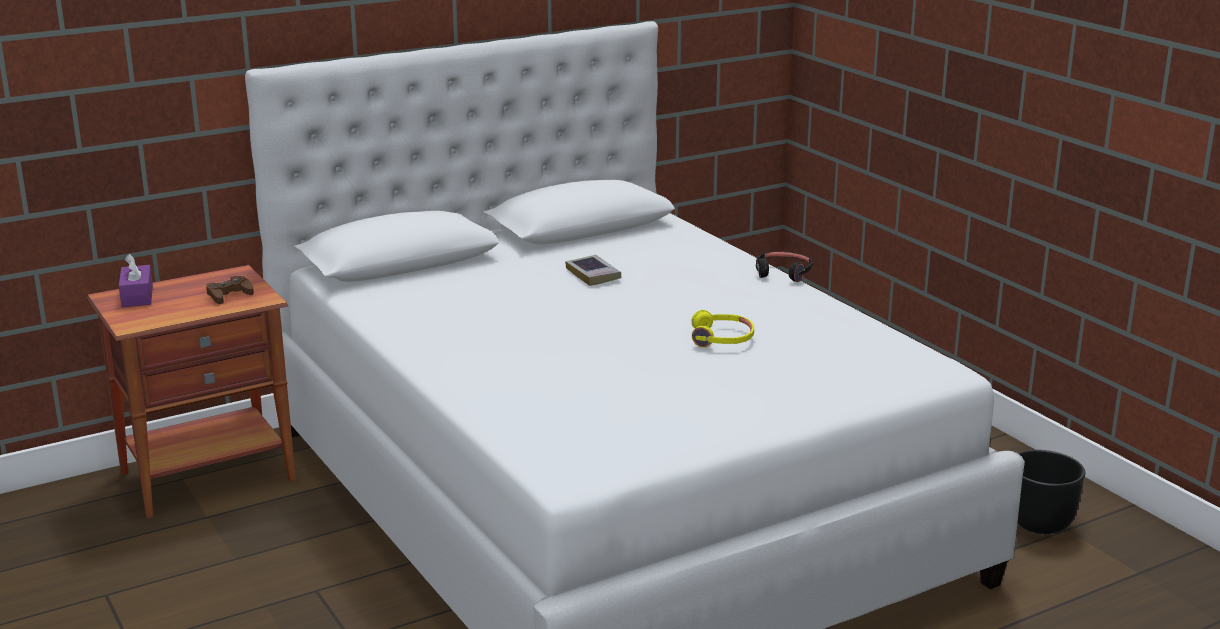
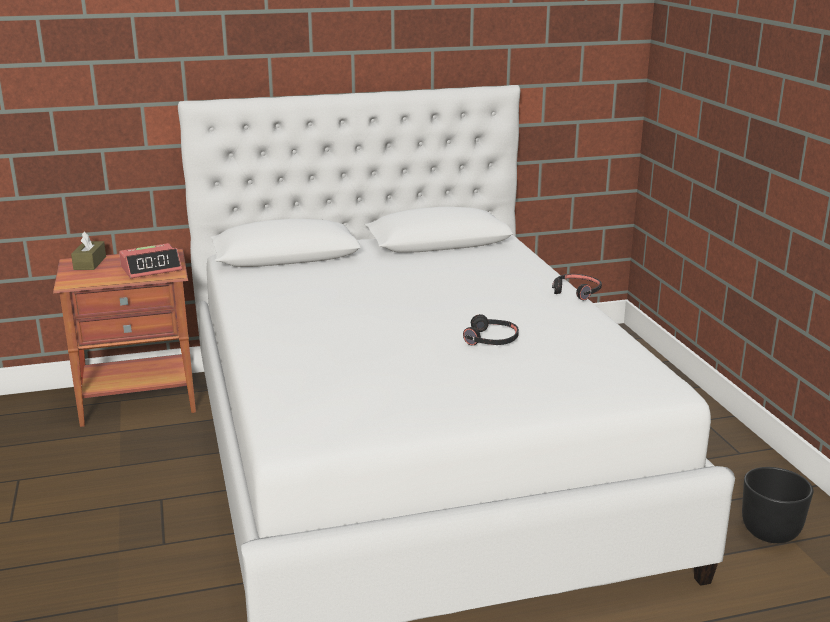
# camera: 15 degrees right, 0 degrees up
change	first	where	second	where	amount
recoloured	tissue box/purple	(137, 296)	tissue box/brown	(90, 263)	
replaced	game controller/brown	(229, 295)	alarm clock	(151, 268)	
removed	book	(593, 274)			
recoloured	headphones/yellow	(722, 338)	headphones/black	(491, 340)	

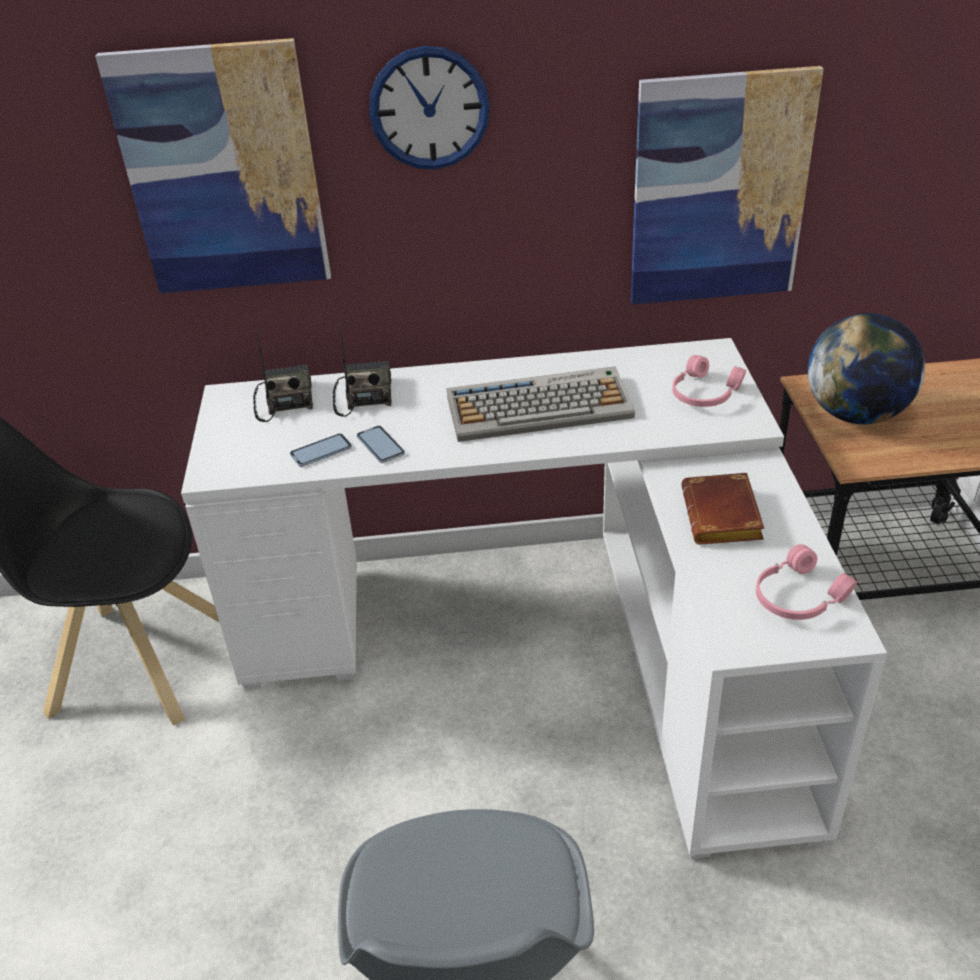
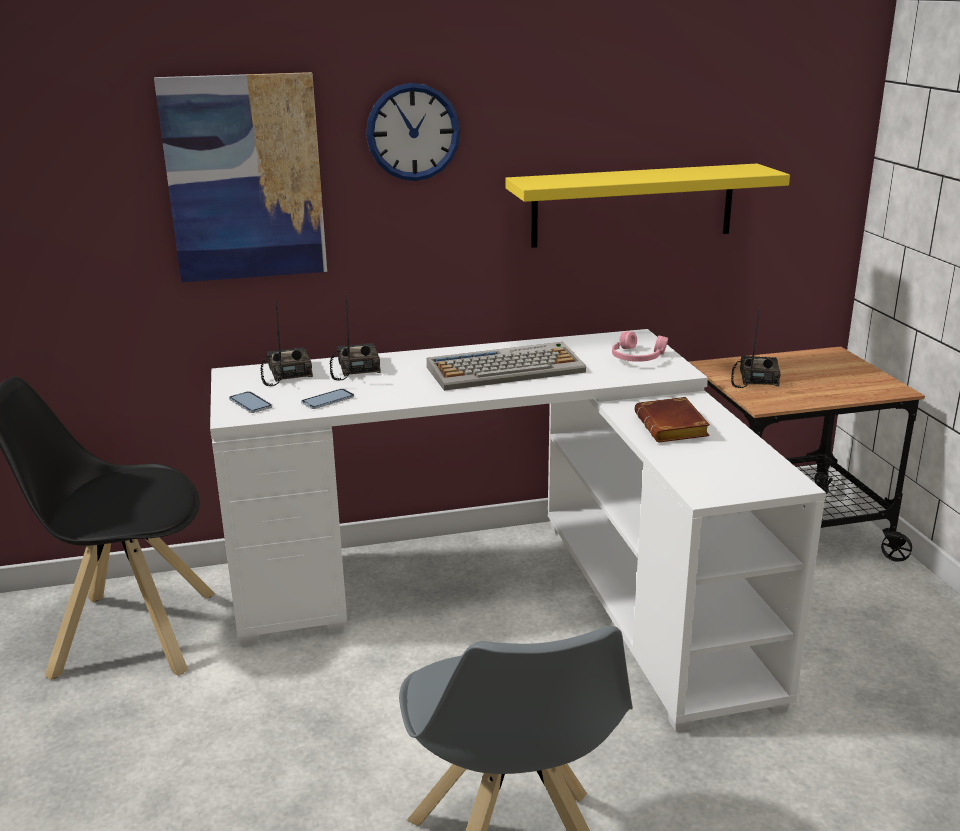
# camera: 10 degrees left, 15 degrees down
change	first	where	second	where	amount
moved	phone	(380, 445)		(250, 403)	
replaced	picture	(719, 190)	shelf/yellow	(633, 205)	
removed	headphones/pink	(797, 596)			
replaced	globe	(856, 414)	radio	(754, 379)	

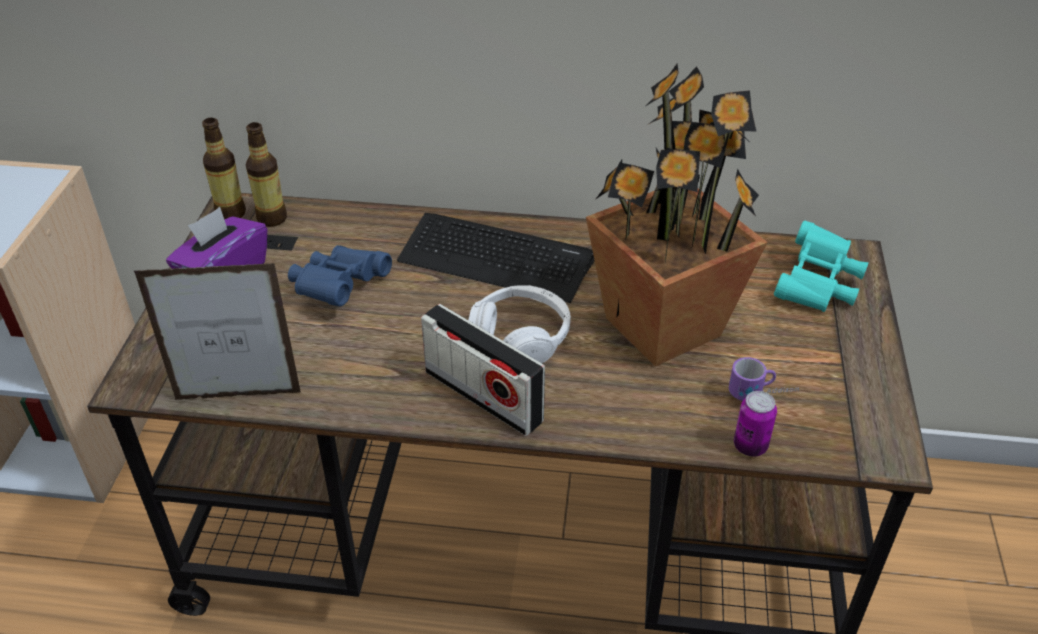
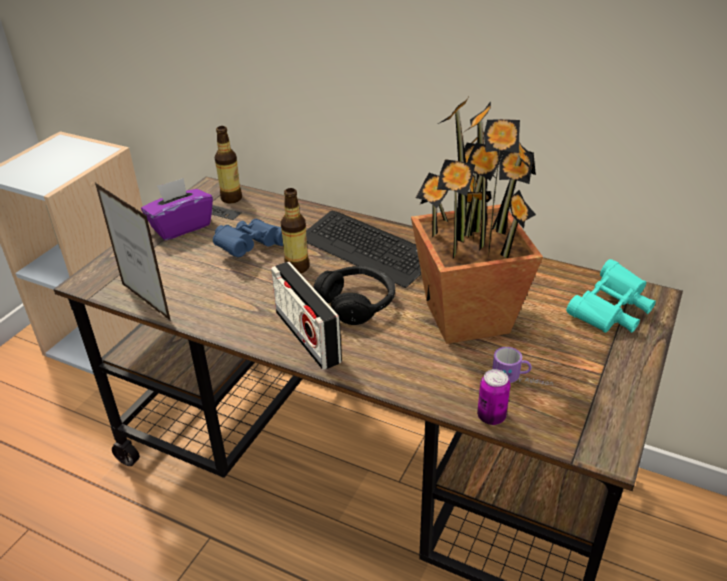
# camera: 20 degrees right, 5 degrees down
change	first	where	second	where	amount
turned	picture frame	(238, 396)		(146, 302)	150 degrees counterclockwise
moved	bottle	(231, 213)		(297, 267)	
recoloured	headphones/white	(521, 336)	headphones/black	(357, 303)	

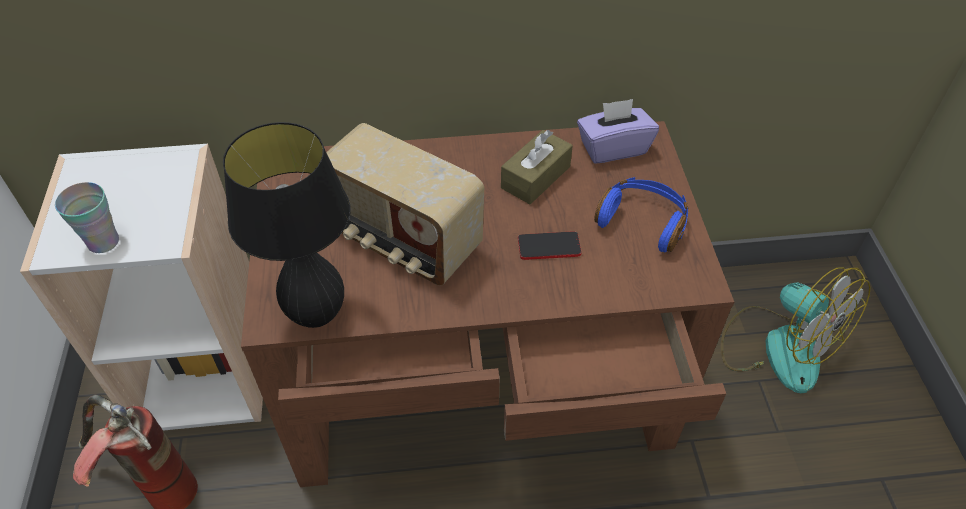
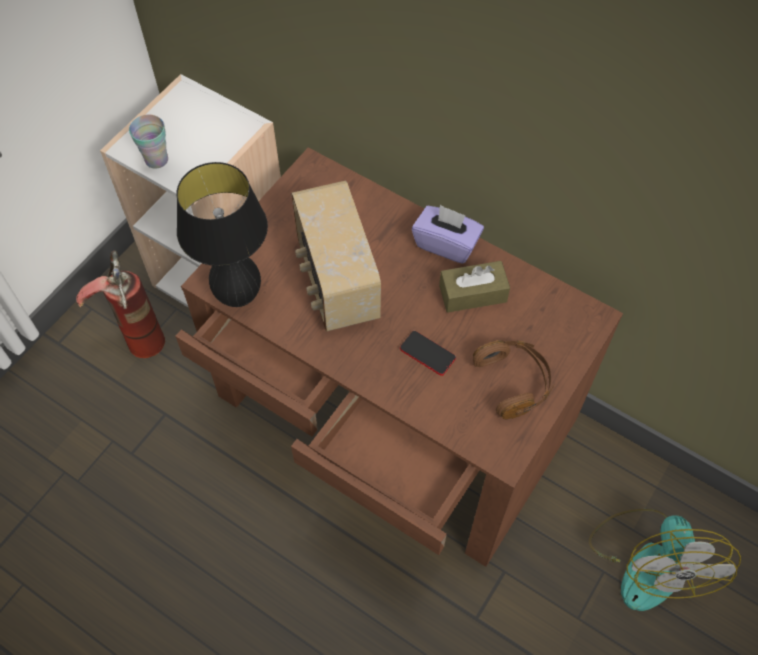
# camera: 40 degrees right, 10 degrees up
change	first	where	second	where	amount
moved	tissue box/purple	(613, 148)		(446, 244)	
recoloured	headphones/blue	(642, 221)	headphones/brown	(513, 382)	

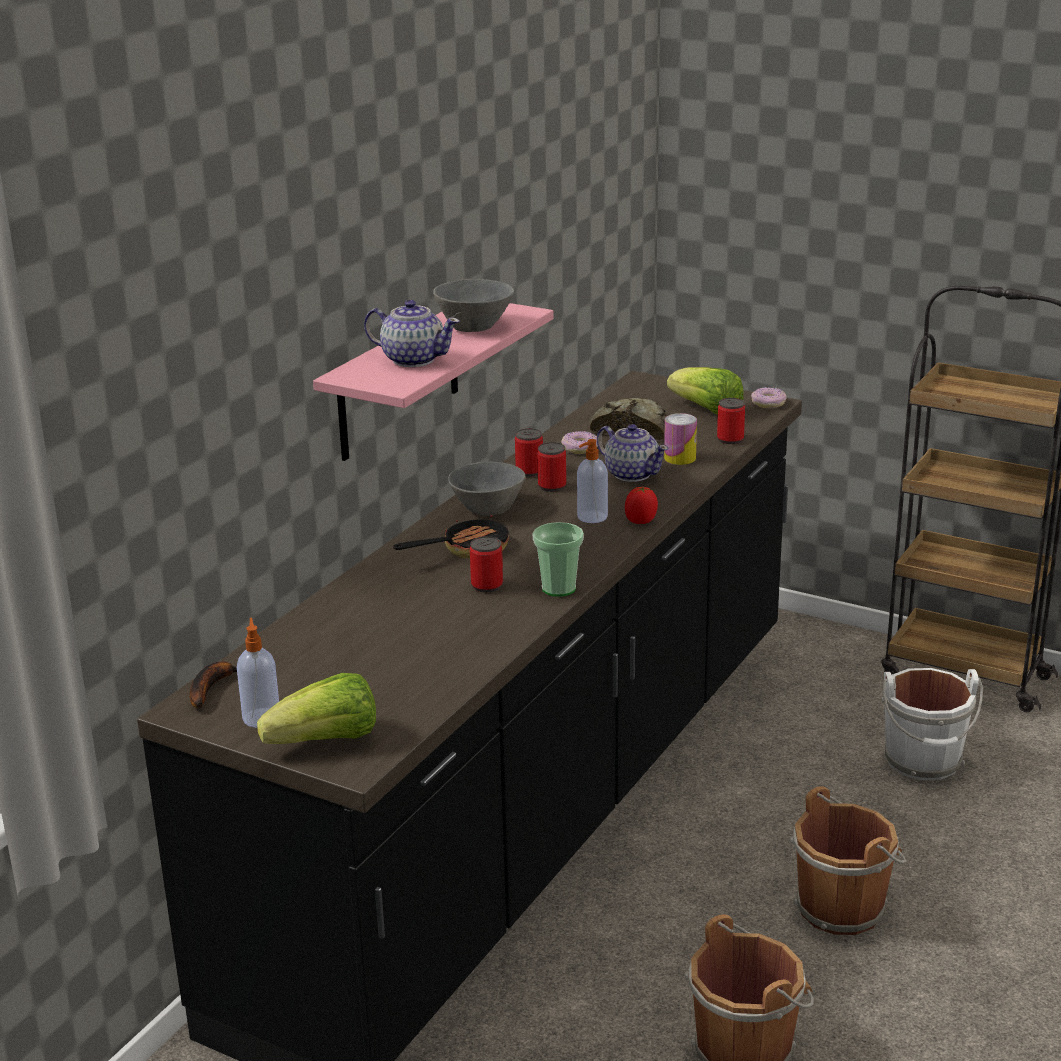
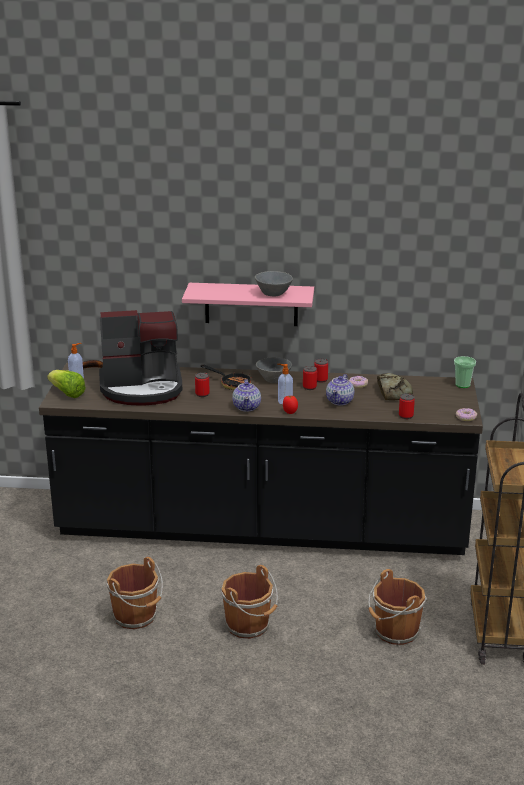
# camera: 65 degrees right, 0 degrees up
change	first	where	second	where	amount
moved	teapot	(413, 359)		(247, 407)	
moved	cup	(558, 588)		(462, 385)	
removed	can	(680, 458)			
removed	lettuce	(707, 410)			
recoloured	bucket/white	(924, 762)	bucket/brown	(394, 632)	
added			coffee machine	(142, 388)	

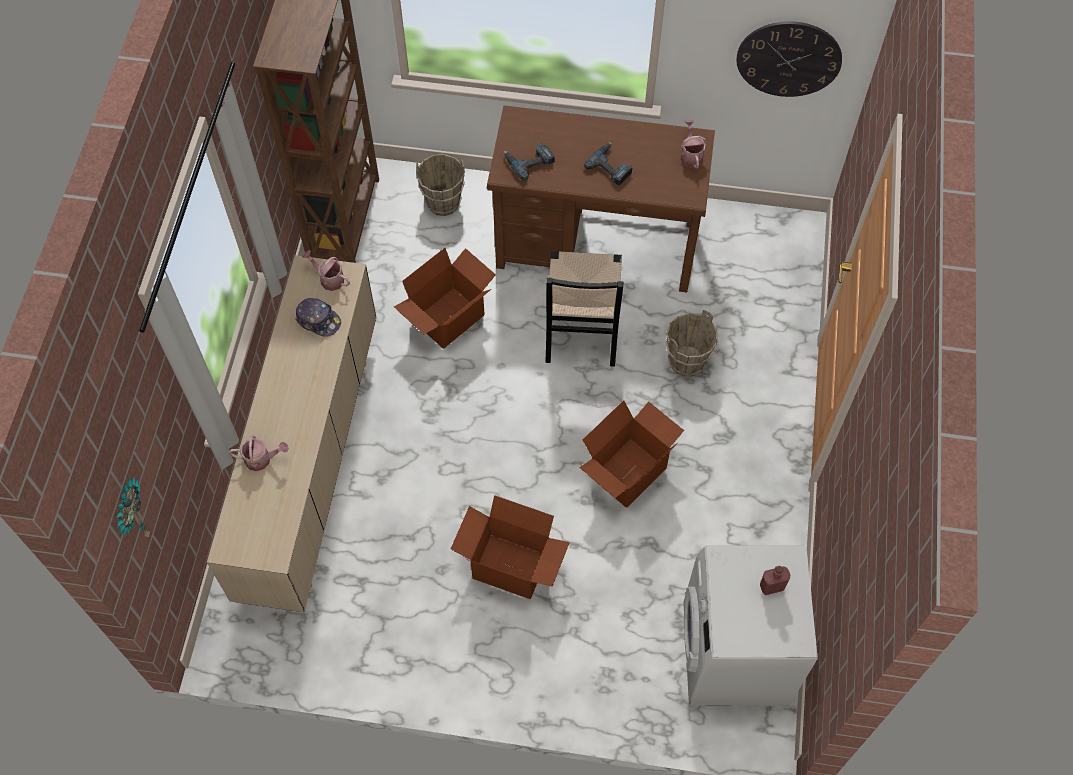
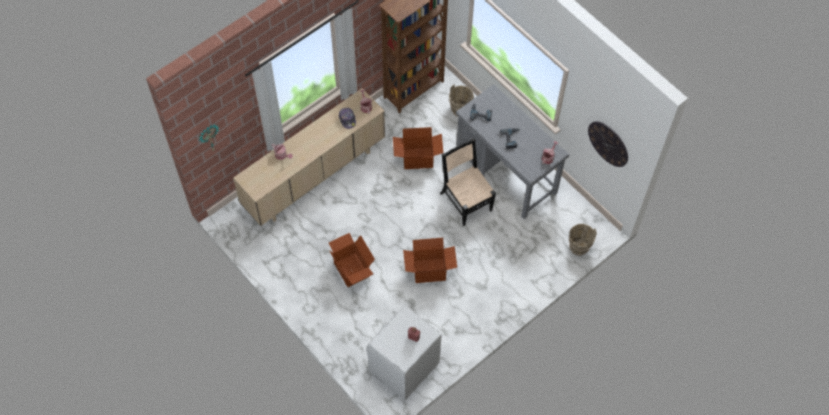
# camera: 40 degrees right, 0 degrees up
change	first	where	second	where	amount
recoloured	desk/brown	(597, 243)	desk/grey	(506, 172)	
turned	chair	(581, 328)		(466, 201)	105 degrees clockwise
moved	bucket/brown	(687, 362)		(579, 248)	

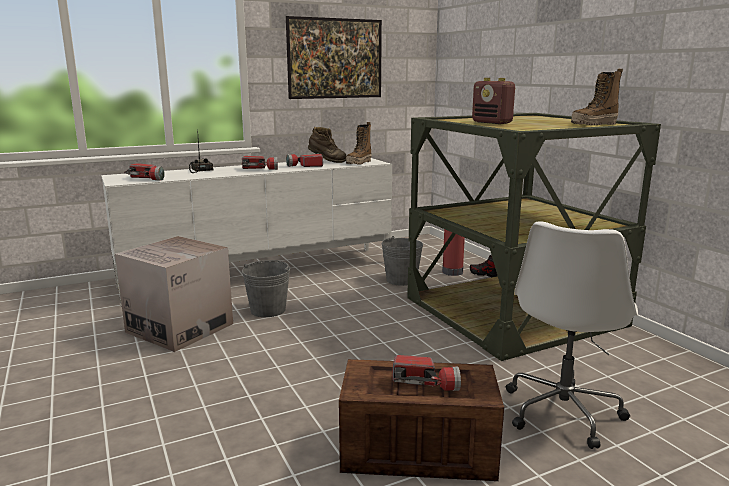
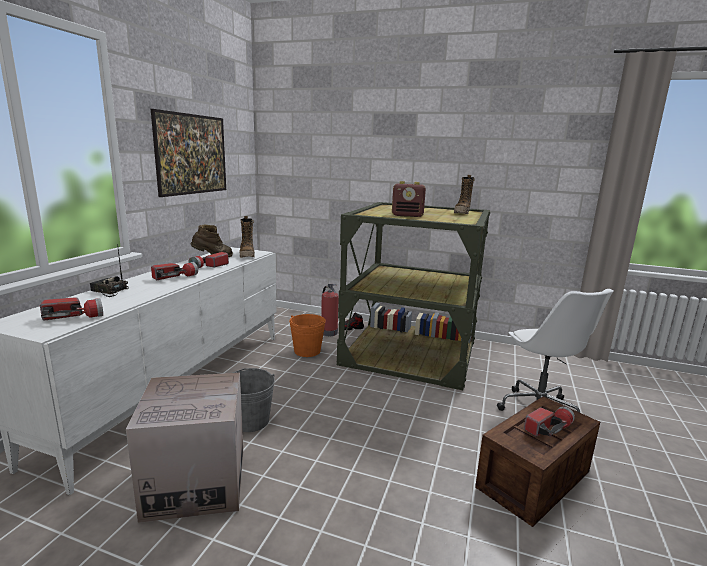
# camera: 45 degrees left, 0 degrees up
change	first	where	second	where	amount
recoloured	bucket/grey	(401, 280)	bucket/orange	(307, 351)	

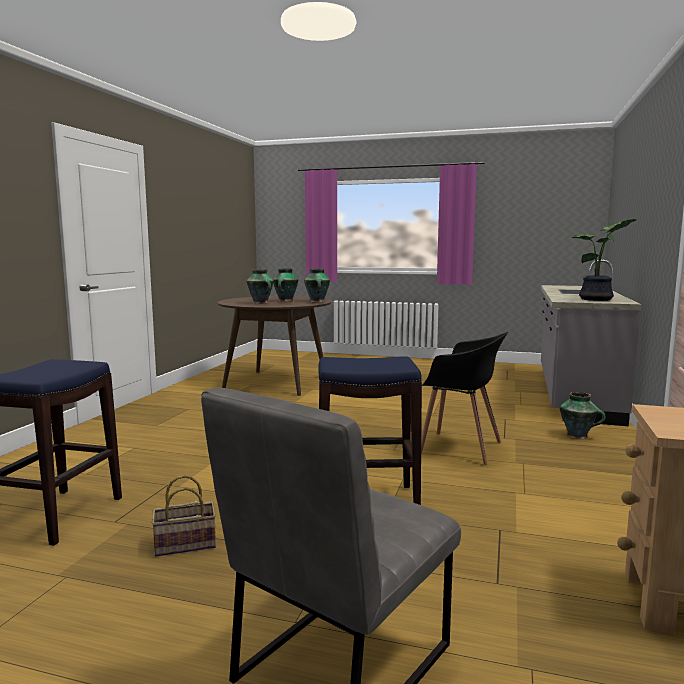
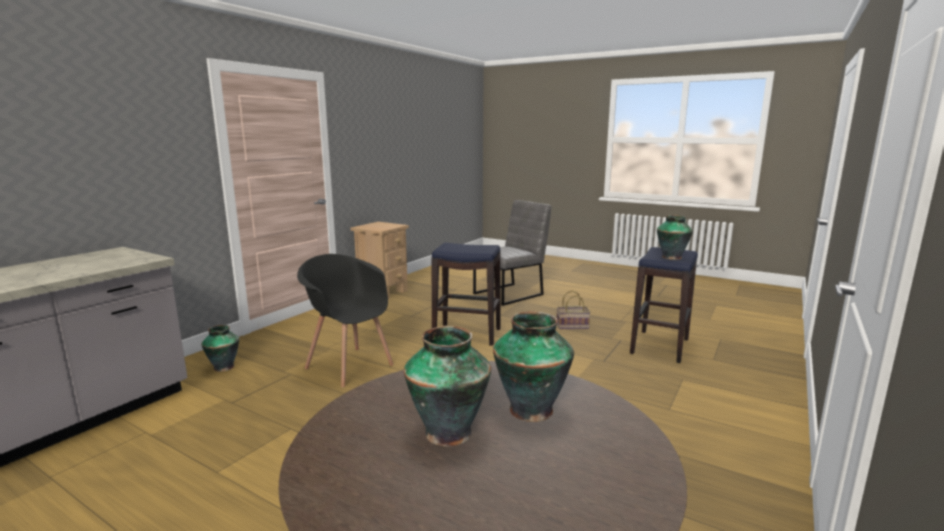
# camera: 165 degrees left, 5 degrees up
change	first	where	second	where	amount
moved	vase	(317, 301)		(671, 257)	
removed	potted plant	(598, 299)			

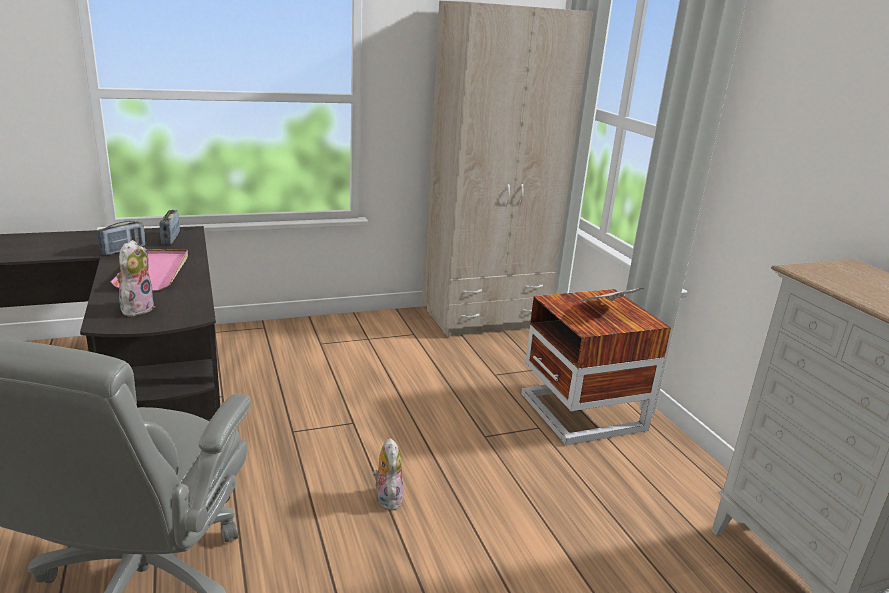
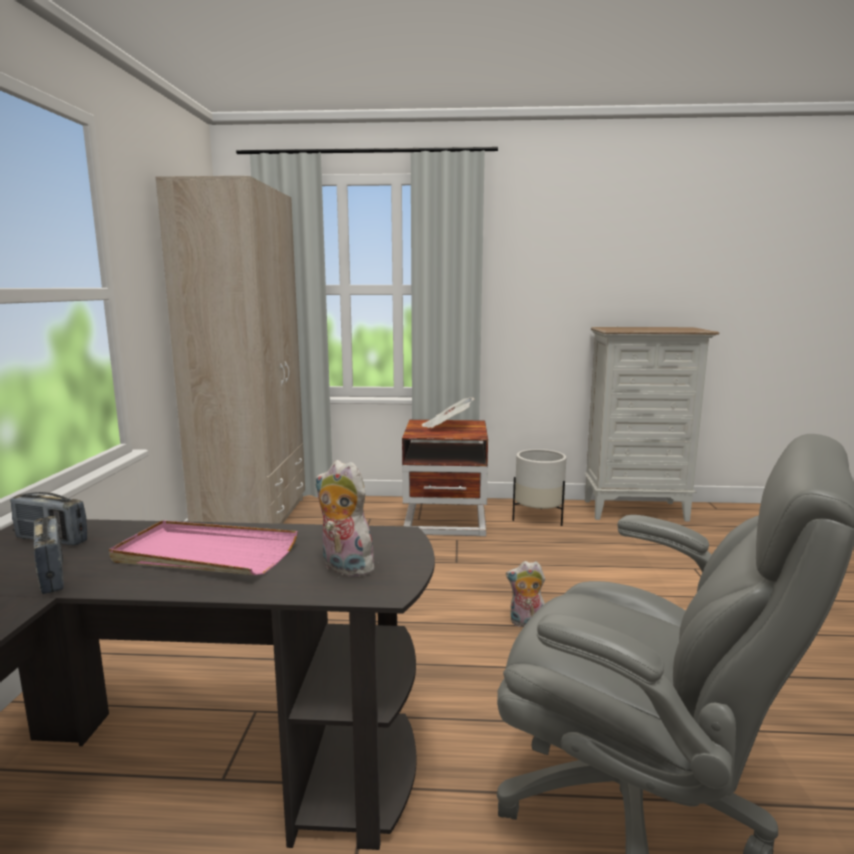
# camera: 65 degrees left, 10 degrees down
change	first	where	second	where	amount
added			planter/white	(538, 518)	

